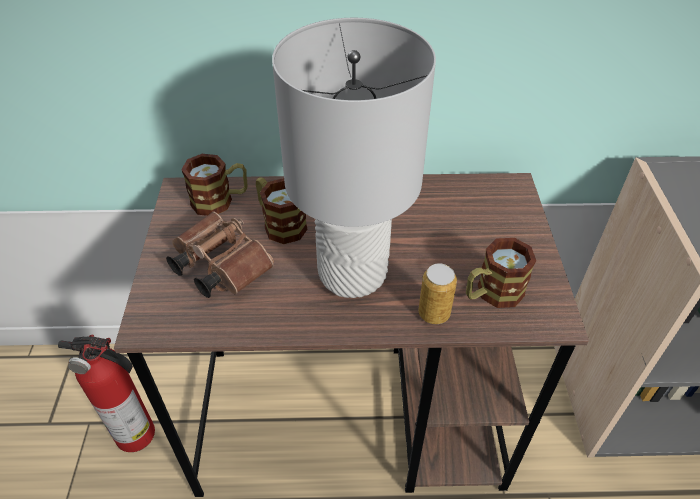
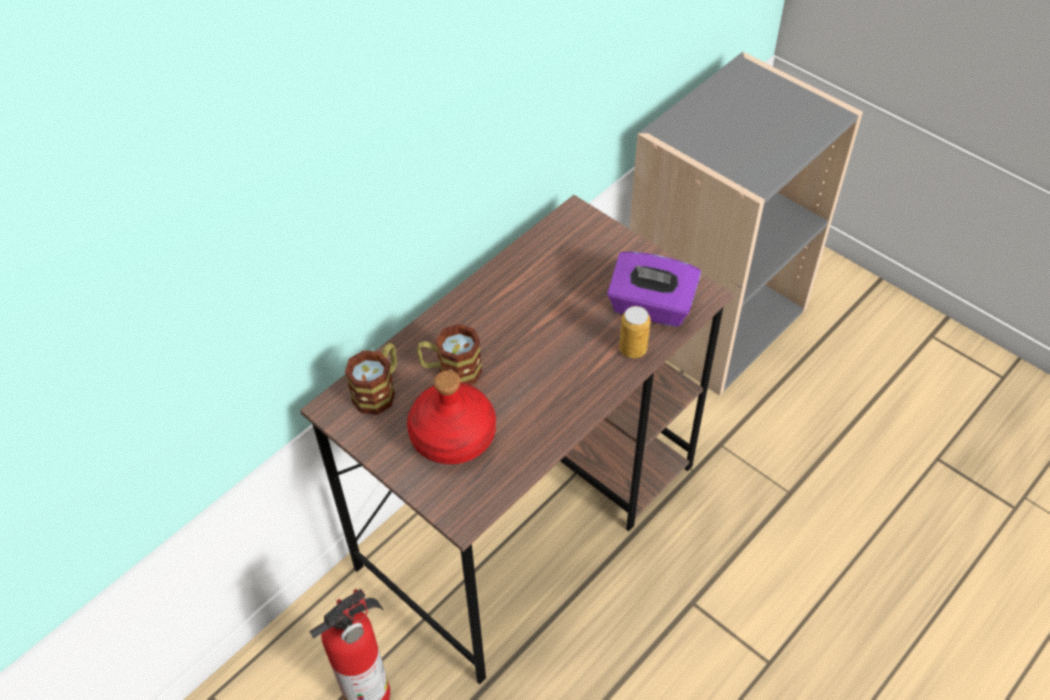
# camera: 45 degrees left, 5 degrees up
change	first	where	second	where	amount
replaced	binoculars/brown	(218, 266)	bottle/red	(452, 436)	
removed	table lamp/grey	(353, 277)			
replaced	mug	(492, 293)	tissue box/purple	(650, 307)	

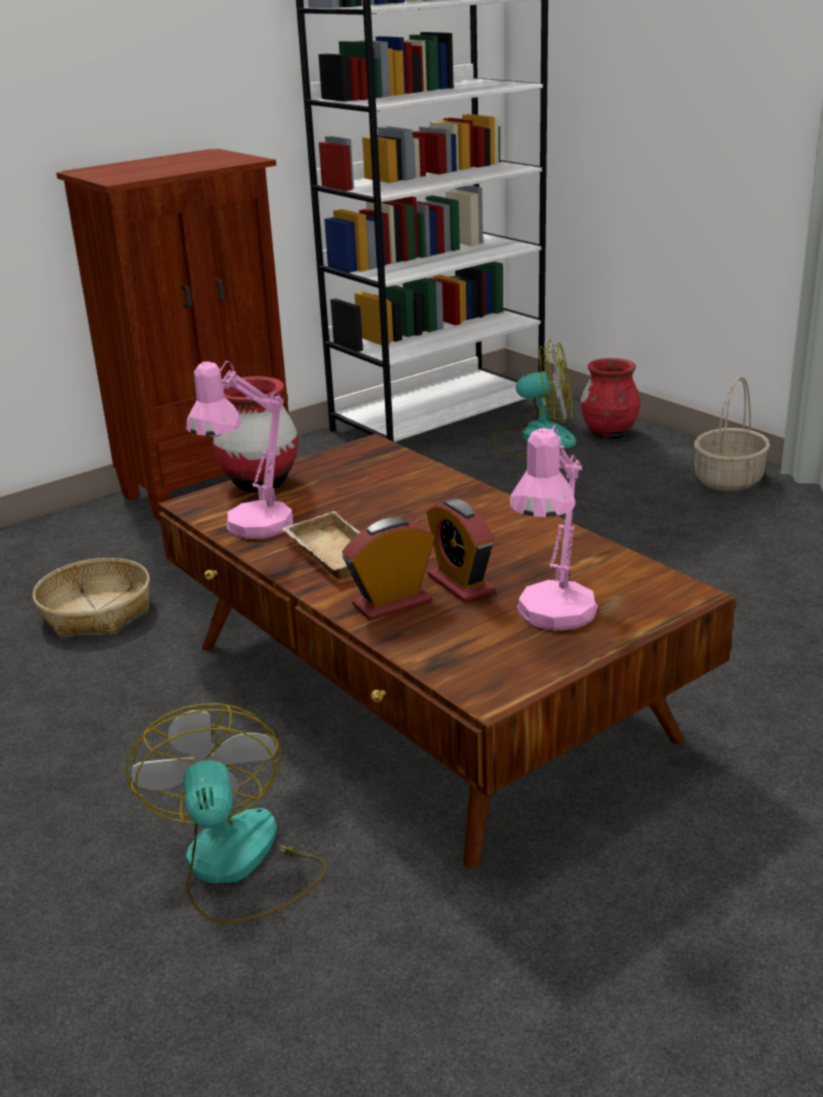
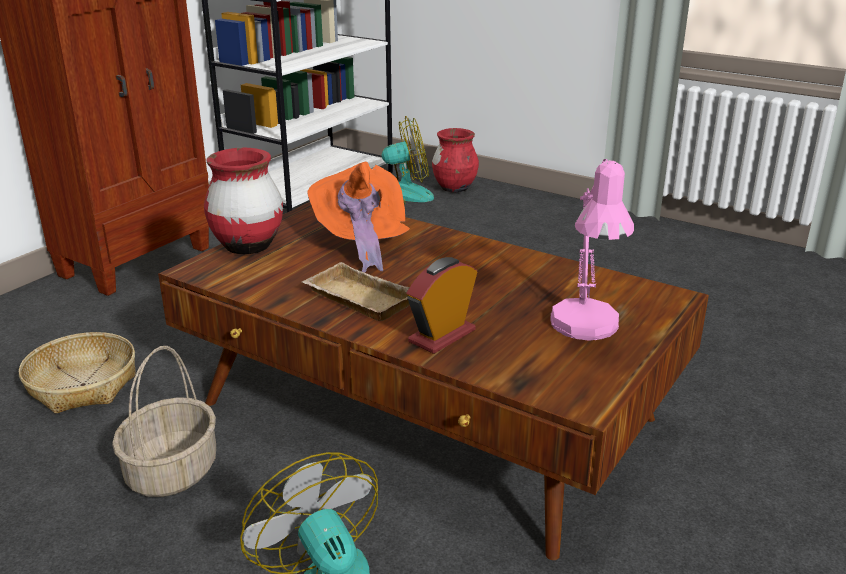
# camera: 20 degrees left, 0 degrees up
change	first	where	second	where	amount
removed	table lamp/pink	(251, 530)			
removed	alarm clock	(461, 584)			
moved	basket	(729, 480)		(172, 472)	
added			hat/orange	(361, 243)	

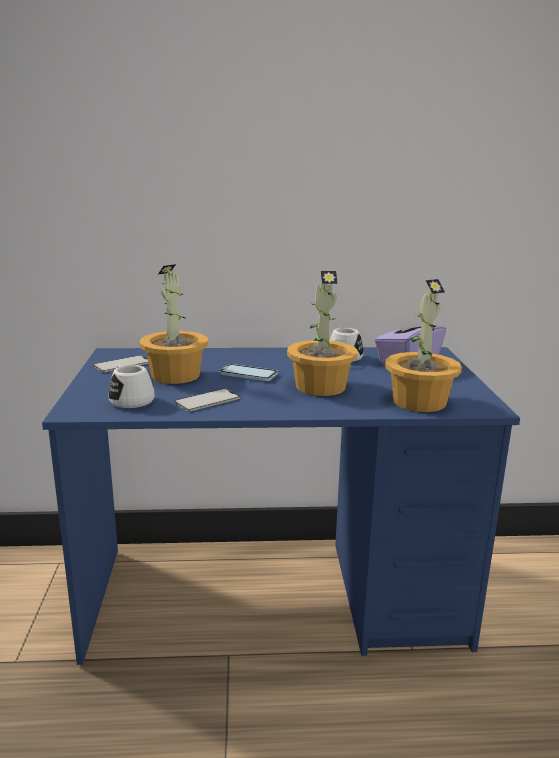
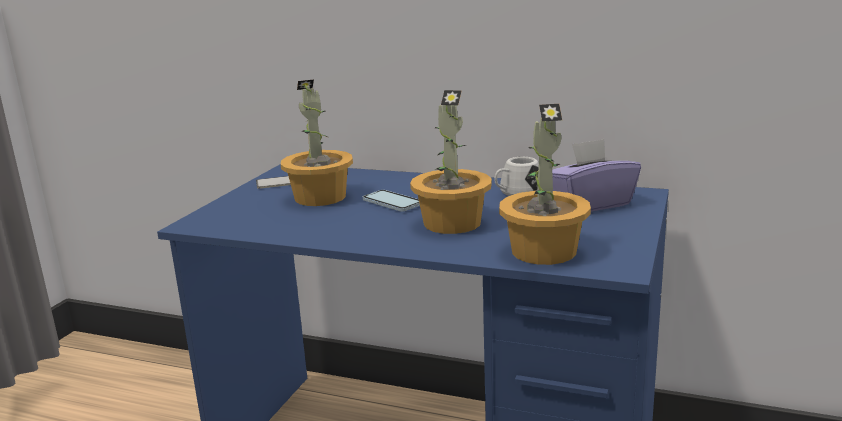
# camera: 25 degrees right, 0 degrees up
change	first	where	second	where	amount
removed	mug/white	(129, 399)			
removed	phone	(207, 400)			

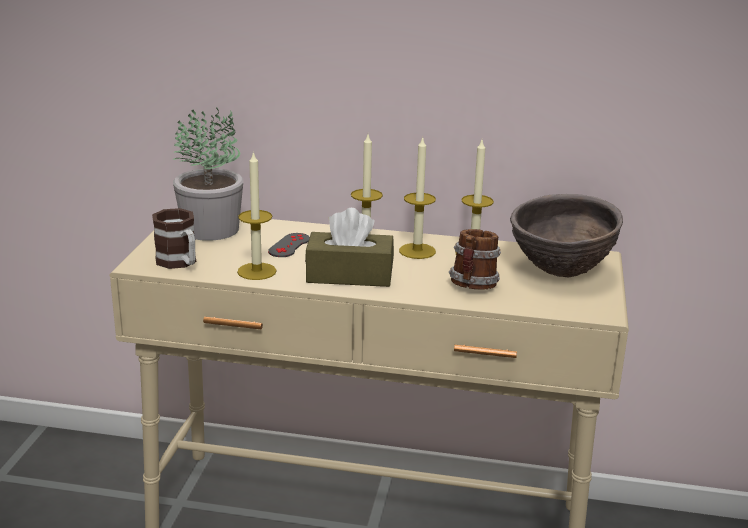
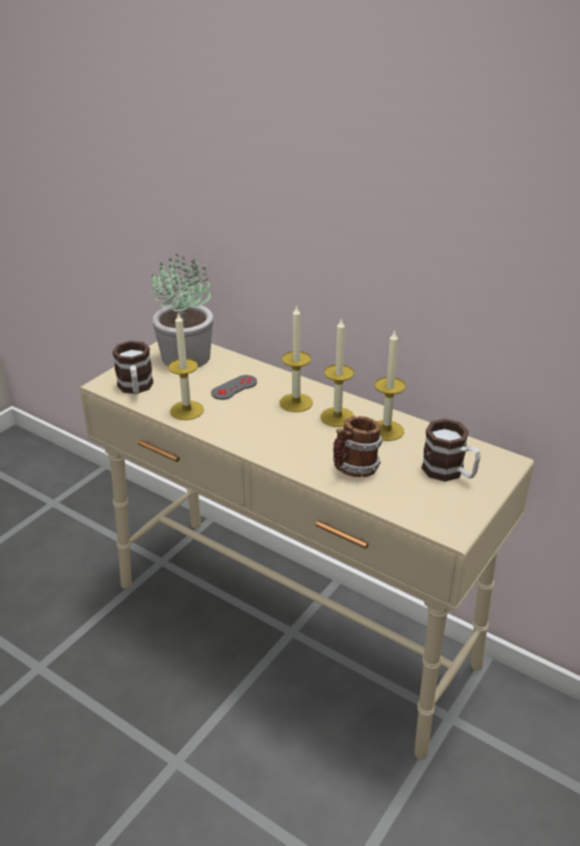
# camera: 25 degrees right, 10 degrees up
change	first	where	second	where	amount
removed	tissue box/brown	(349, 275)			
replaced	bowl/brown	(560, 273)	mug	(450, 472)	

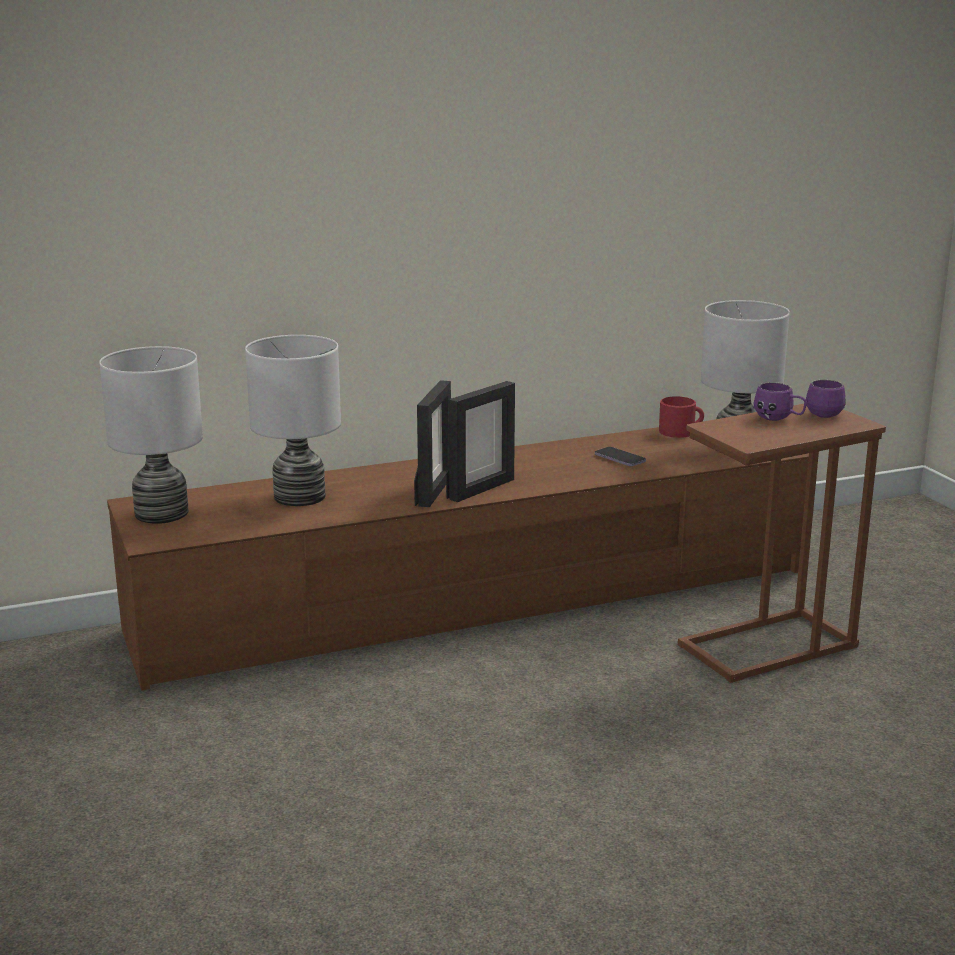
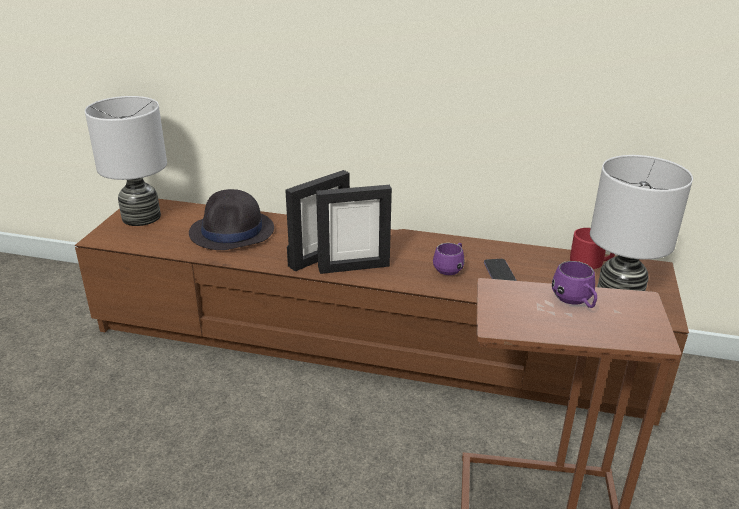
# camera: 35 degrees right, 10 degrees up
change	first	where	second	where	amount
replaced	table lamp/grey	(300, 497)	hat/black	(232, 232)	
moved	mug/purple	(822, 413)		(450, 268)	

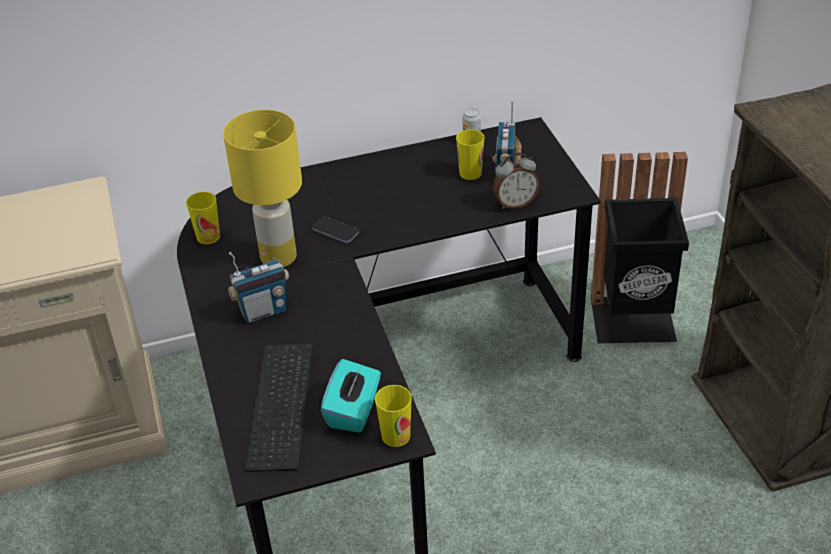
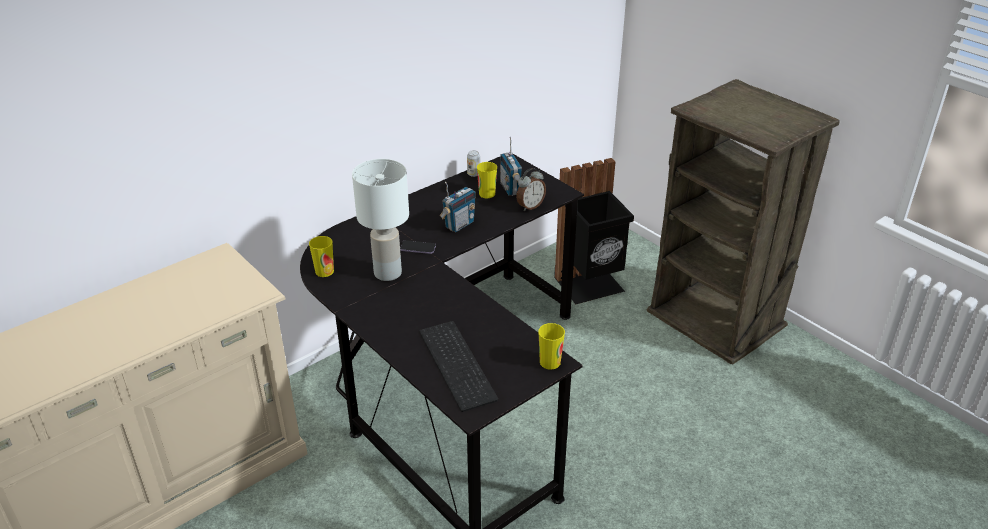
# camera: 25 degrees left, 5 degrees down
change	first	where	second	where	amount
recoloured	table lamp/yellow	(278, 256)	table lamp/white	(387, 273)	
moved	radio	(263, 311)		(459, 225)	
removed	tissue box/turquoise	(354, 411)			

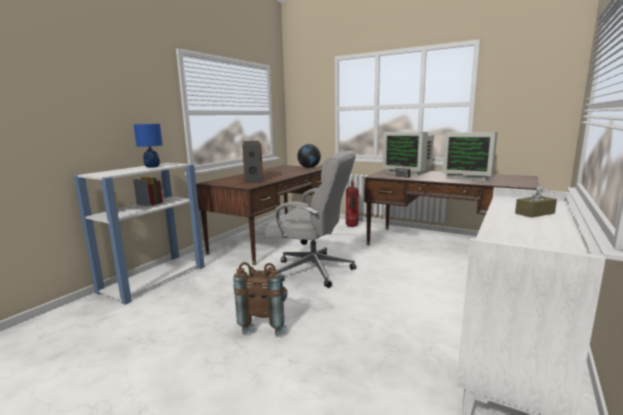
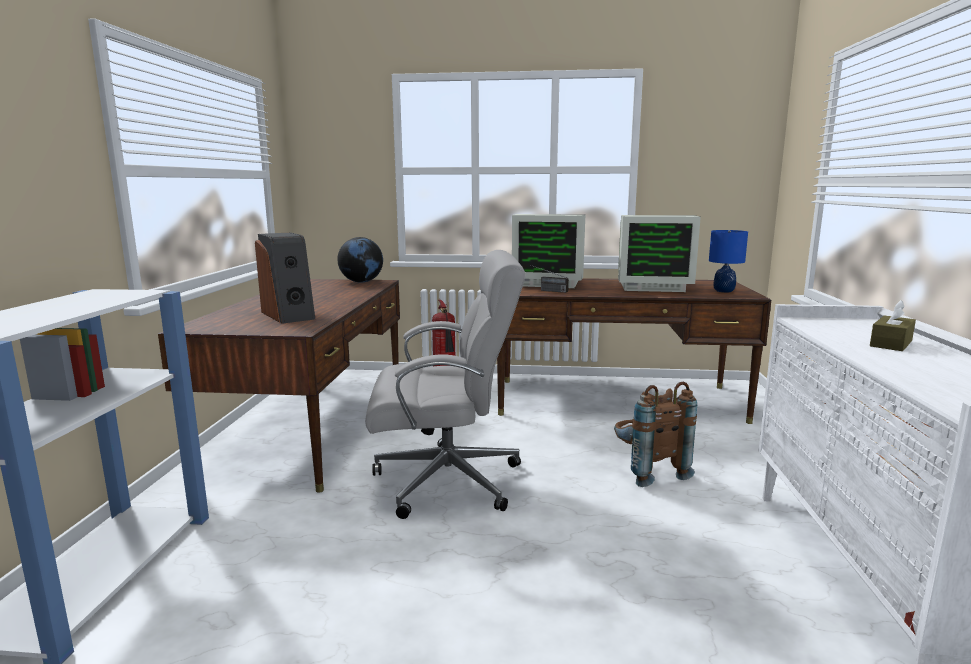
# camera: 25 degrees left, 0 degrees up
change	first	where	second	where	amount
moved	table lamp/blue	(151, 167)		(723, 291)	
moved	backpack/brown	(265, 323)		(647, 470)	

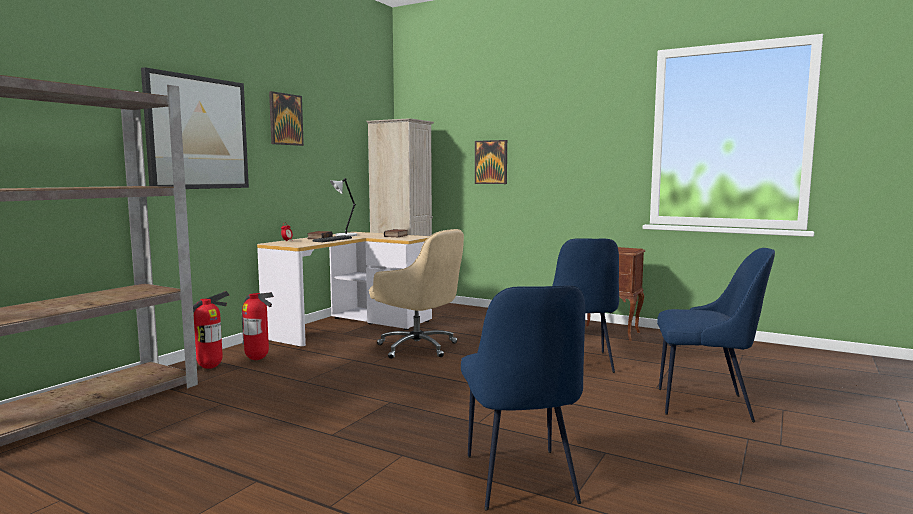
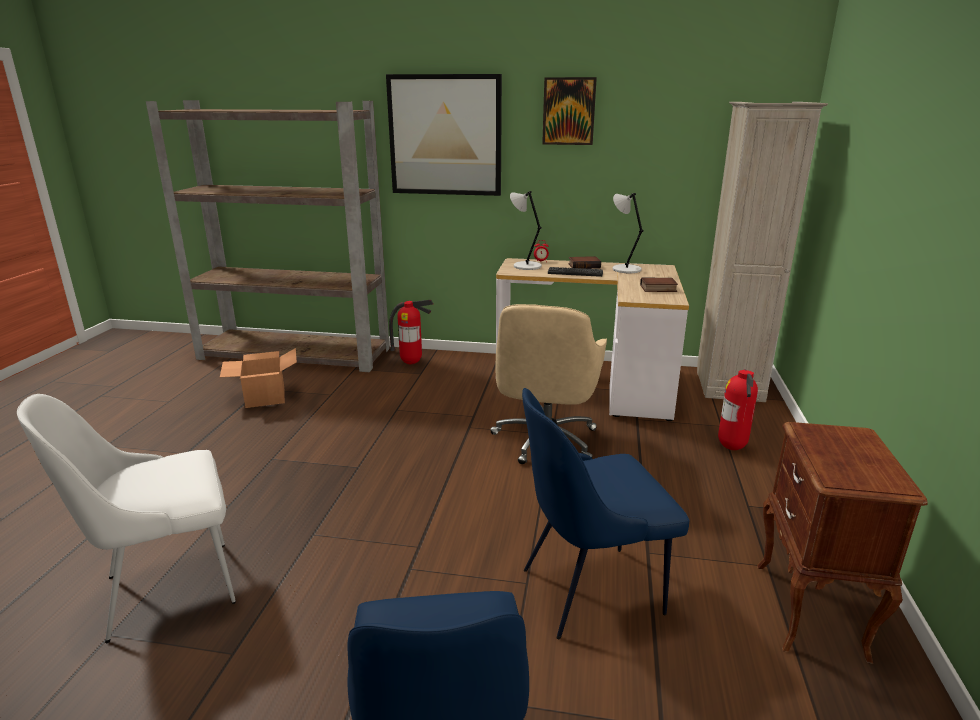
# camera: 70 degrees right, 15 degrees up
change	first	where	second	where	amount
moved	fire extinguisher	(257, 359)		(732, 448)	
recoloured	chair/blue	(521, 479)	chair/white	(169, 590)	
removed	picture	(491, 162)			
added			cardboard box	(265, 397)	
added			table lamp/grey	(525, 266)	

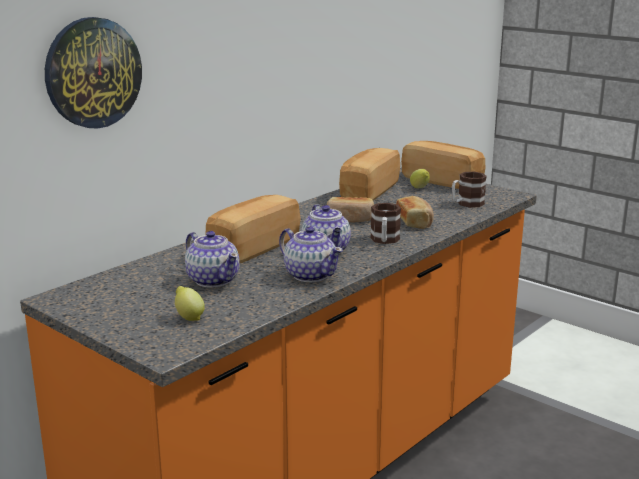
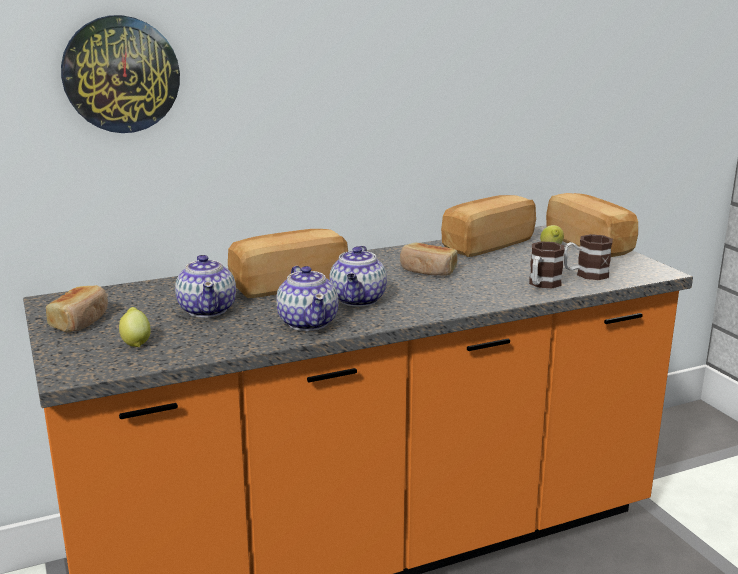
# camera: 25 degrees right, 0 degrees up
change	first	where	second	where	amount
moved	mug	(384, 241)		(542, 284)	
moved	bread	(415, 222)		(81, 321)	

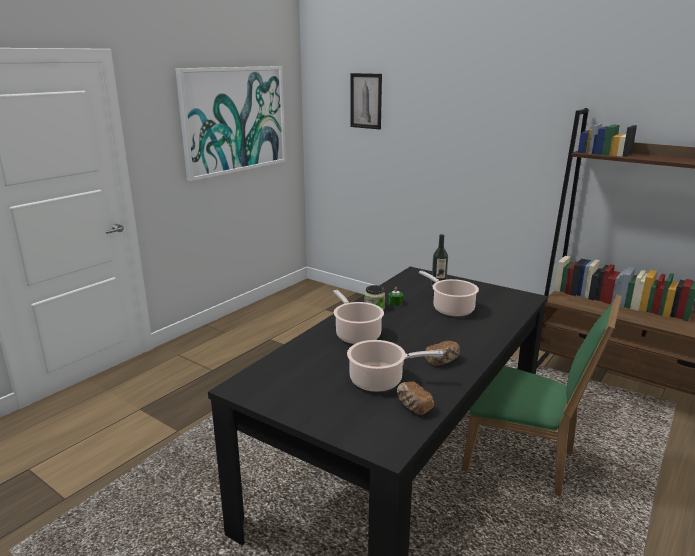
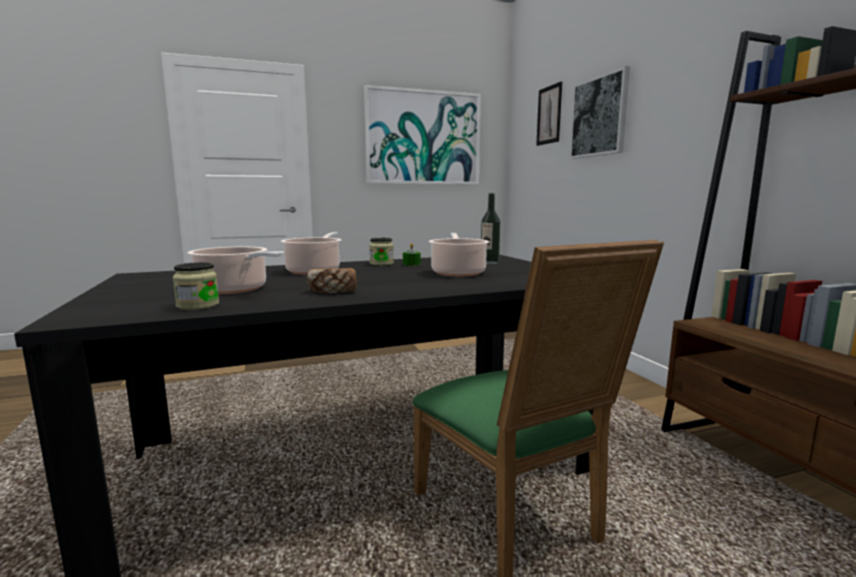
# camera: 35 degrees right, 10 degrees down
change	first	where	second	where	amount
replaced	bread	(413, 406)	jar	(198, 305)	
added			picture	(599, 116)	

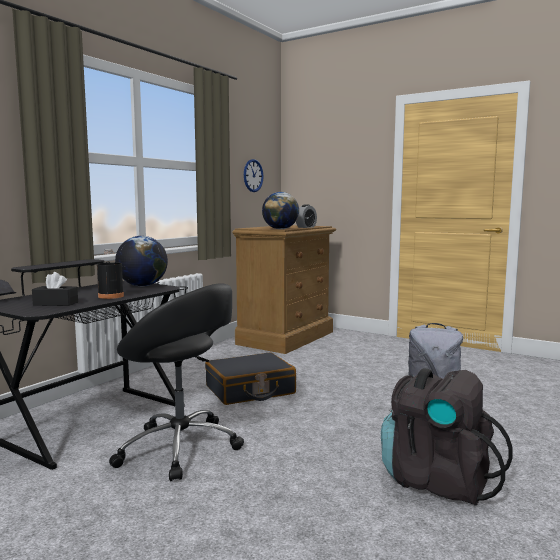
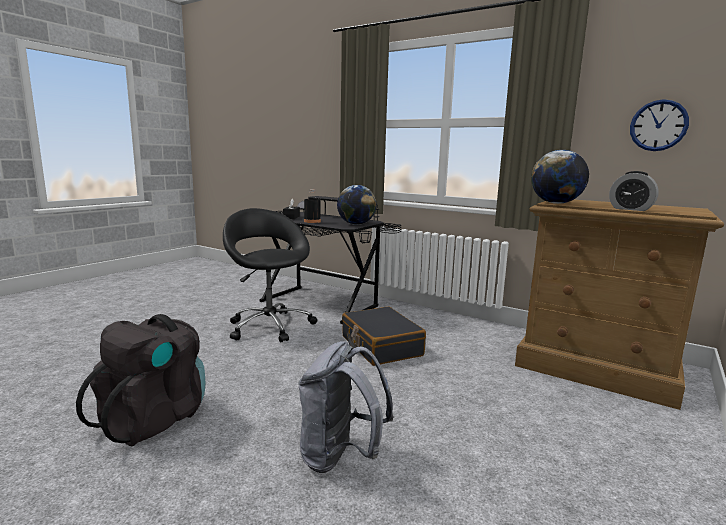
# camera: 90 degrees right, 5 degrees up
change	first	where	second	where	amount
turned	office chair/black	(182, 448)		(269, 326)	105 degrees clockwise

